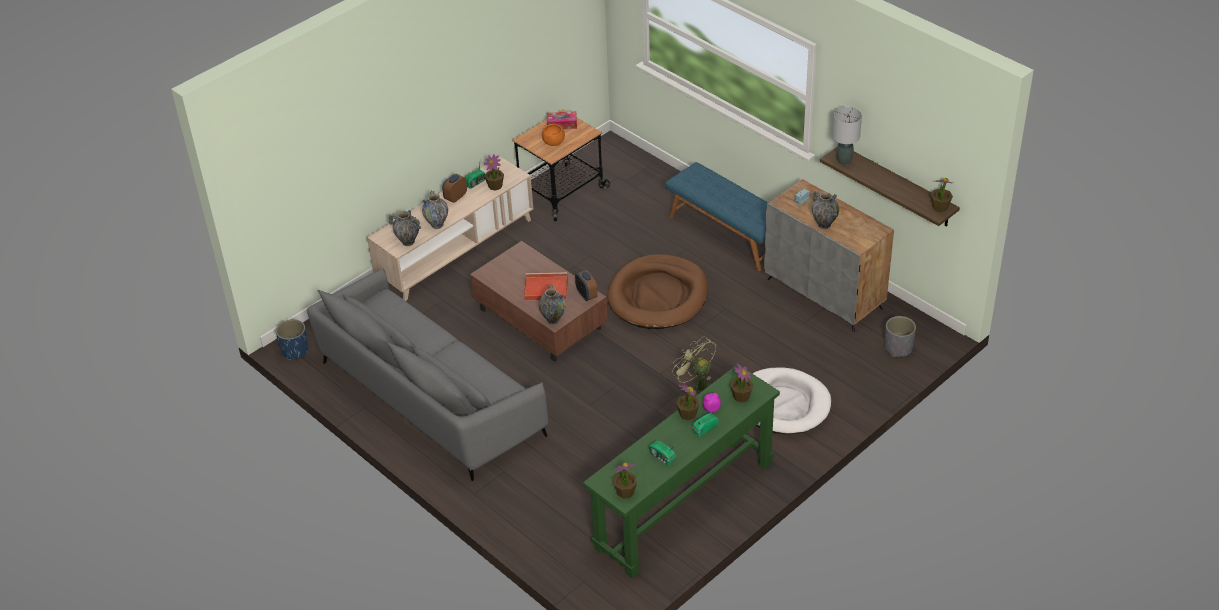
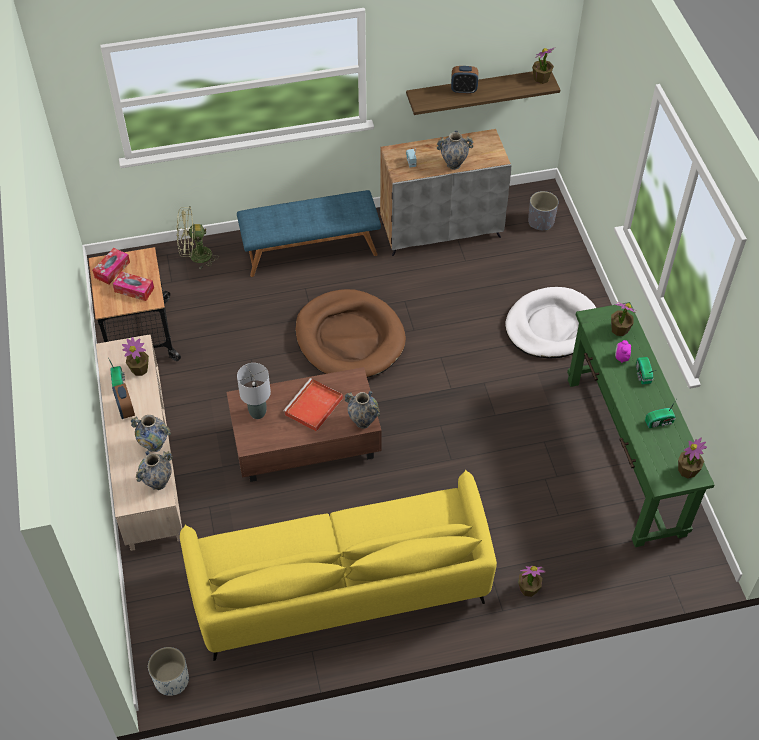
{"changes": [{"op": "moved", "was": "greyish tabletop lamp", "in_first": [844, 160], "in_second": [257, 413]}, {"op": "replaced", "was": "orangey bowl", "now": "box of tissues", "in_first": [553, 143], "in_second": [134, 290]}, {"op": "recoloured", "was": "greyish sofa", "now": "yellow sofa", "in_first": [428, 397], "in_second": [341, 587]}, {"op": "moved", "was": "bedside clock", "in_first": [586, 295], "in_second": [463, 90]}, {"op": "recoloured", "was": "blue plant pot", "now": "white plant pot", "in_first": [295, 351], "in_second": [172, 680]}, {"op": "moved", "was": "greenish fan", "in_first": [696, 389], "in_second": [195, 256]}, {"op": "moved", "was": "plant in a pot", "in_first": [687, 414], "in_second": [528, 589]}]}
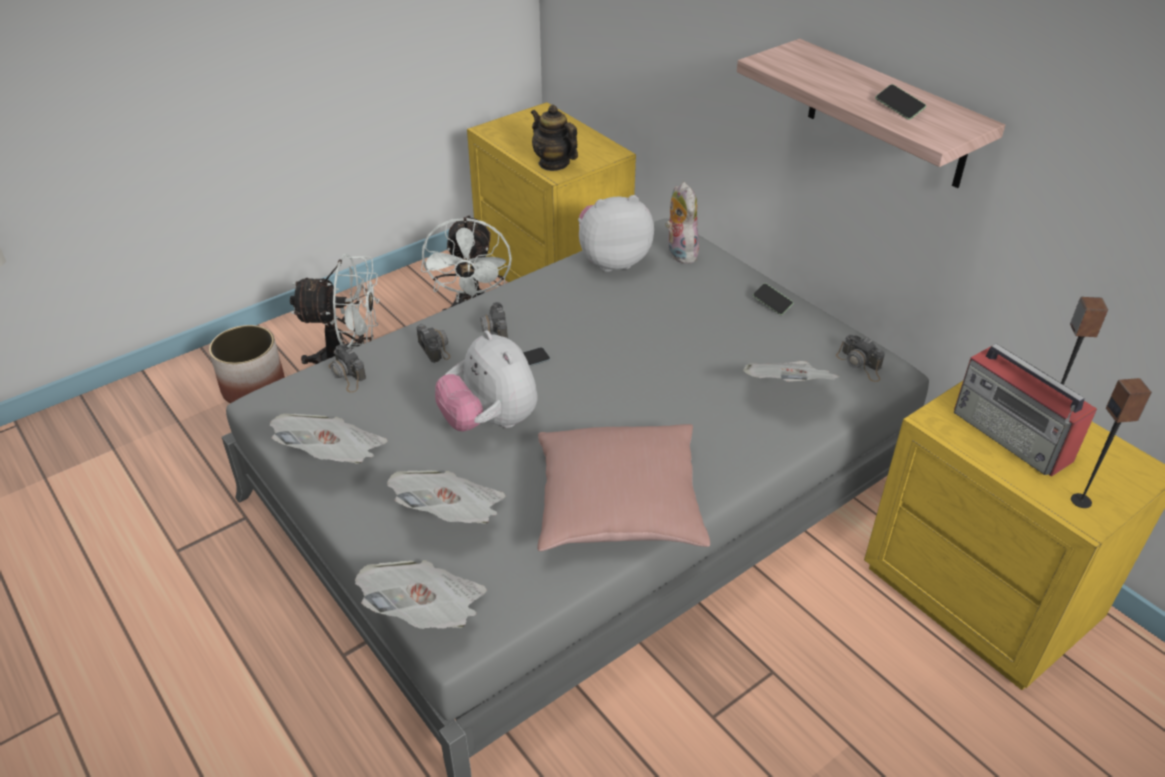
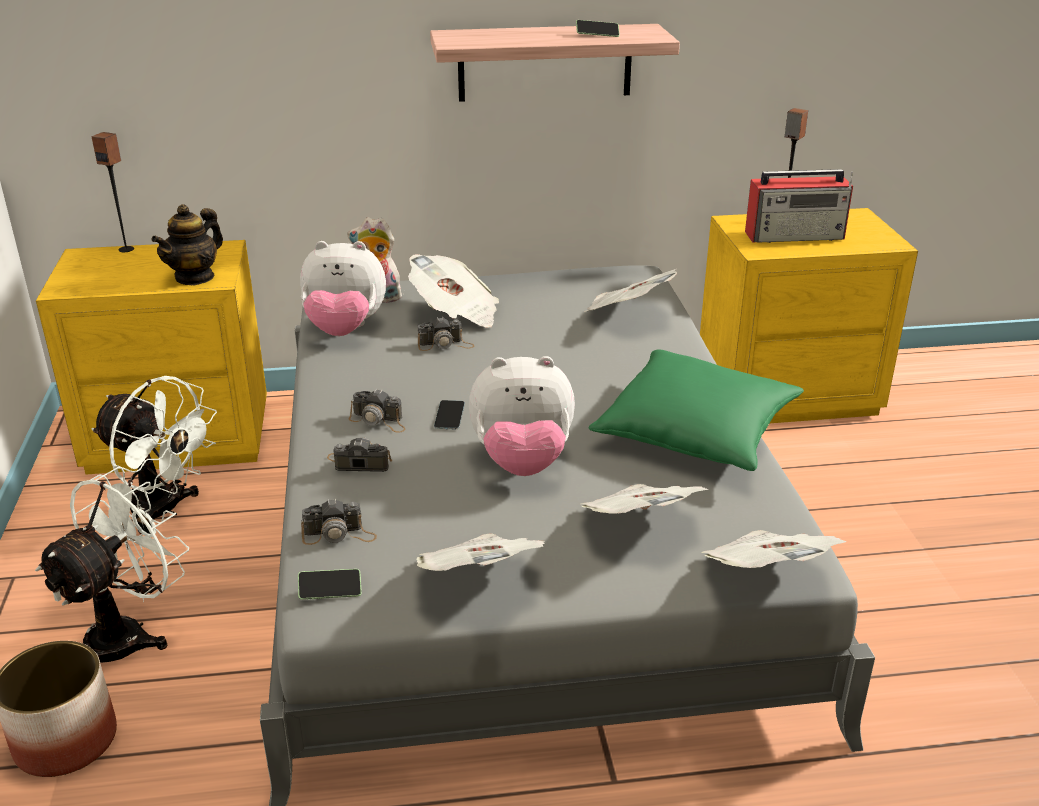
{"changes": [{"op": "turned", "was": "teapot", "in_first": [554, 163], "in_second": [195, 277], "clockwise": -45}, {"op": "turned", "was": "soft toy", "in_first": [612, 261], "in_second": [345, 330], "clockwise": -105}, {"op": "moved", "was": "telephone", "in_first": [772, 303], "in_second": [330, 591]}, {"op": "moved", "was": "photo camera", "in_first": [860, 364], "in_second": [445, 344]}, {"op": "moved", "was": "audio speaker", "in_first": [1081, 501], "in_second": [126, 249]}, {"op": "recoloured", "was": "pinkish cushion", "now": "greenish cushion", "in_first": [619, 505], "in_second": [696, 432]}, {"op": "added", "now": "printed paper", "in_second": [456, 313]}]}
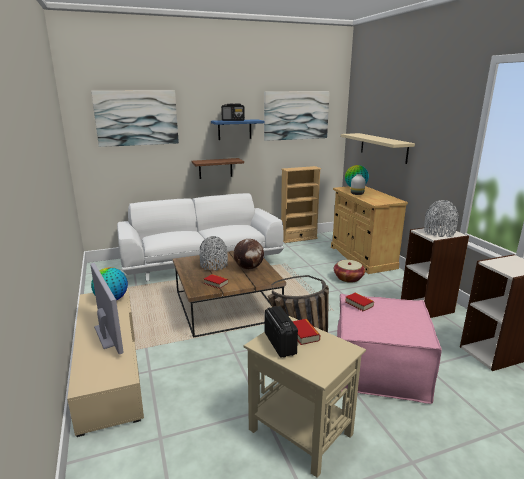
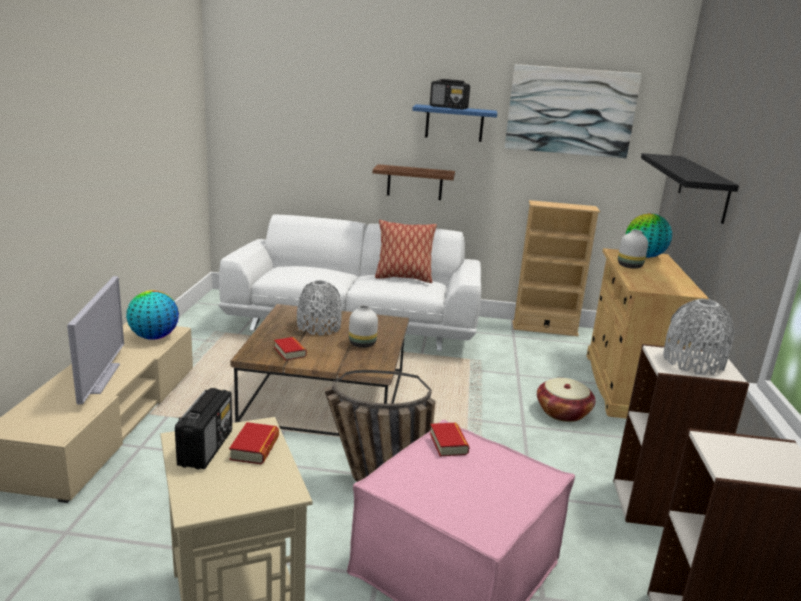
{"changes": [{"op": "removed", "was": "picture", "in_first": [137, 118]}, {"op": "recoloured", "was": "beige-coloured bracket shelf", "now": "black bracket shelf", "in_first": [383, 147], "in_second": [703, 188]}, {"op": "replaced", "was": "globe", "now": "white flower vase", "in_first": [249, 268], "in_second": [363, 344]}, {"op": "added", "now": "cushion", "in_second": [403, 278]}]}
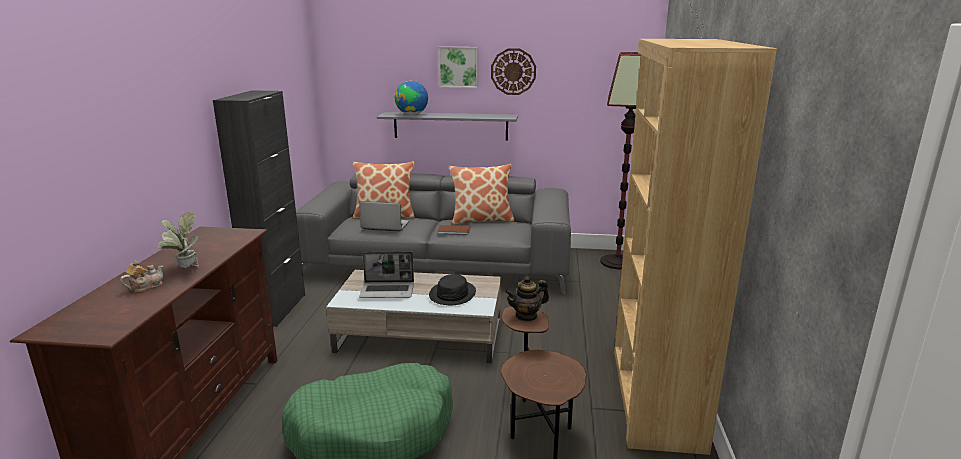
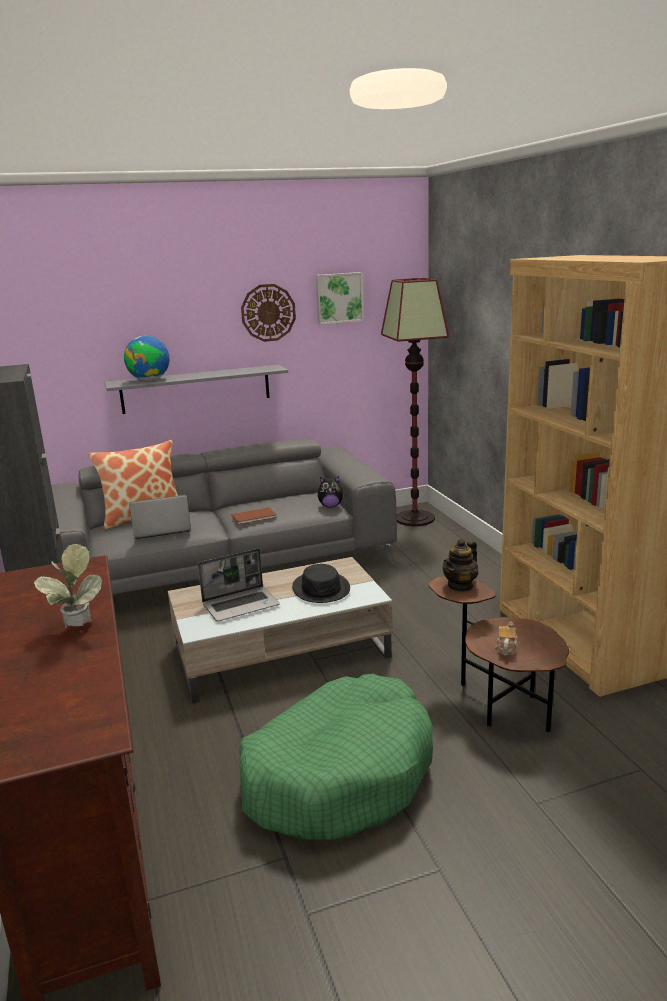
{"changes": [{"op": "moved", "was": "picture", "in_first": [458, 67], "in_second": [339, 298]}, {"op": "removed", "was": "cushion", "in_first": [481, 220]}, {"op": "moved", "was": "teapot", "in_first": [145, 287], "in_second": [506, 648]}, {"op": "added", "now": "soft toy", "in_second": [330, 506]}]}
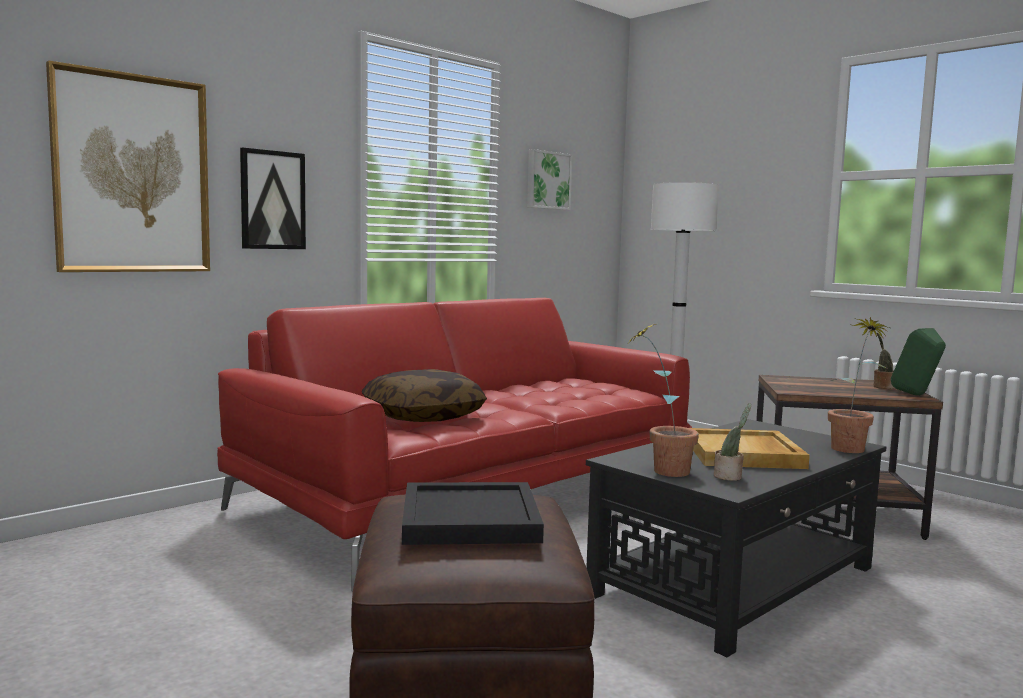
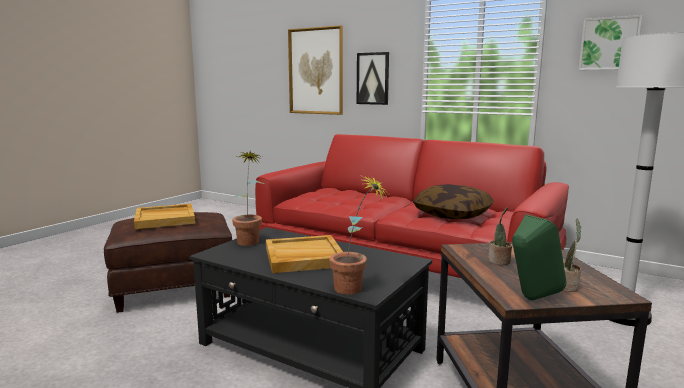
{"changes": [{"op": "moved", "was": "cushion", "in_first": [423, 416], "in_second": [452, 214]}, {"op": "moved", "was": "plant in a pot", "in_first": [729, 477], "in_second": [499, 262]}, {"op": "recoloured", "was": "black carrying tray", "now": "beige-coloured carrying tray", "in_first": [468, 519], "in_second": [165, 219]}]}
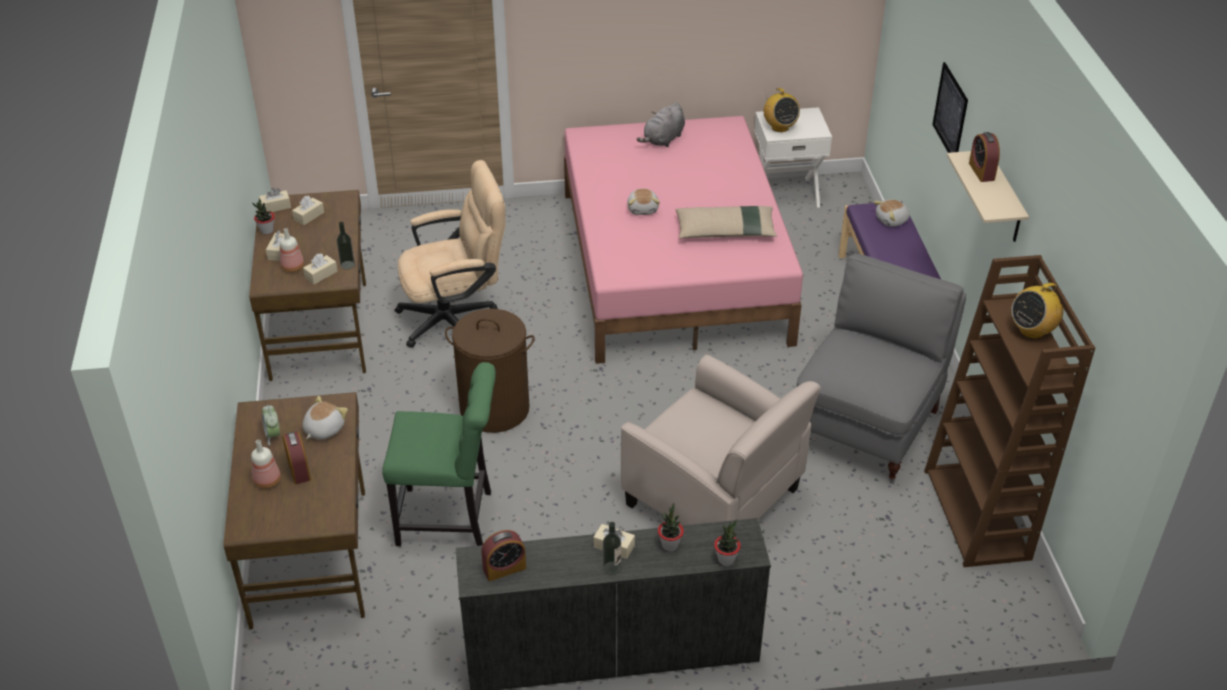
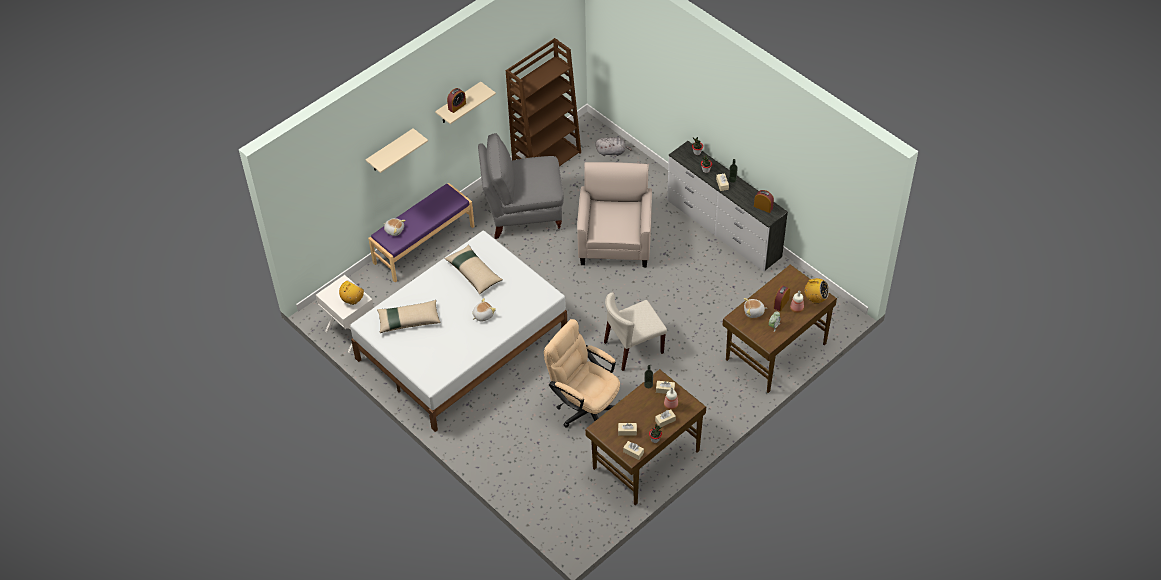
{"changes": [{"op": "replaced", "was": "picture", "now": "beige-coloured bracket shelf", "in_first": [950, 112], "in_second": [390, 151]}, {"op": "moved", "was": "greyish soft toy", "in_first": [663, 140], "in_second": [612, 152]}, {"op": "recoloured", "was": "pinkish bedroom bed", "now": "white bedroom bed", "in_first": [674, 266], "in_second": [461, 344]}, {"op": "moved", "was": "radio set", "in_first": [1032, 331], "in_second": [815, 299]}, {"op": "replaced", "was": "brown laundry basket", "now": "beige-coloured upright chair", "in_first": [495, 409], "in_second": [633, 348]}, {"op": "removed", "was": "greenish upright chair", "in_first": [450, 519]}, {"op": "added", "now": "beige-coloured cushion", "in_second": [408, 320]}]}
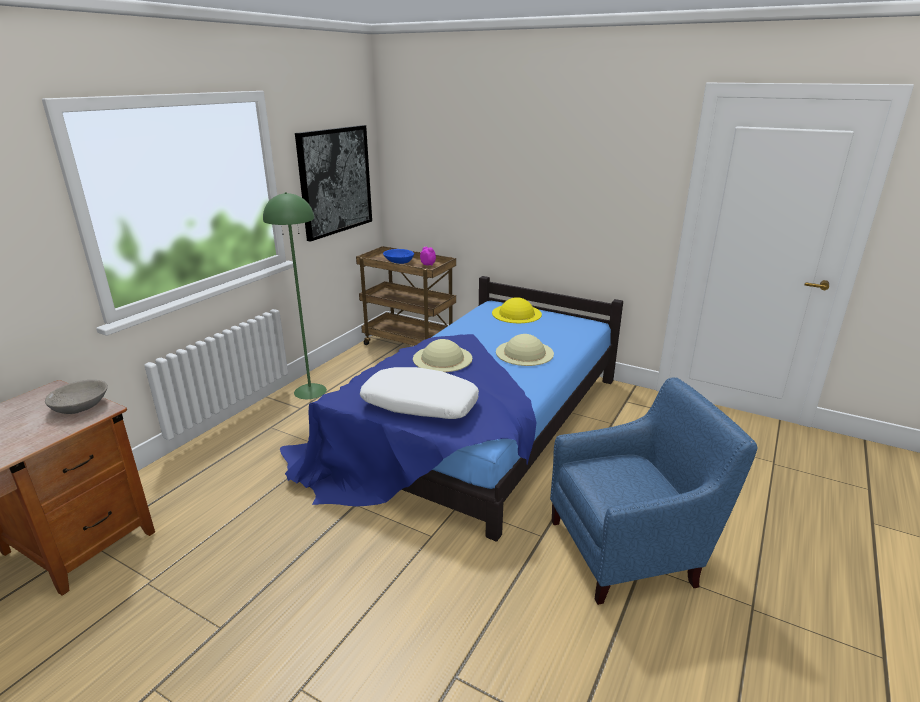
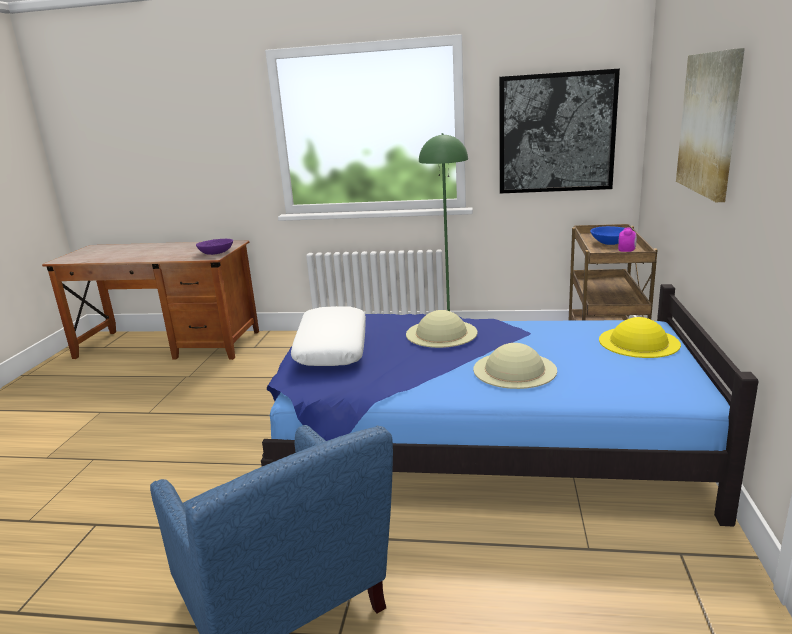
{"changes": [{"op": "recoloured", "was": "greyish bowl", "now": "purple bowl", "in_first": [81, 406], "in_second": [216, 252]}, {"op": "added", "now": "picture", "in_second": [709, 123]}]}
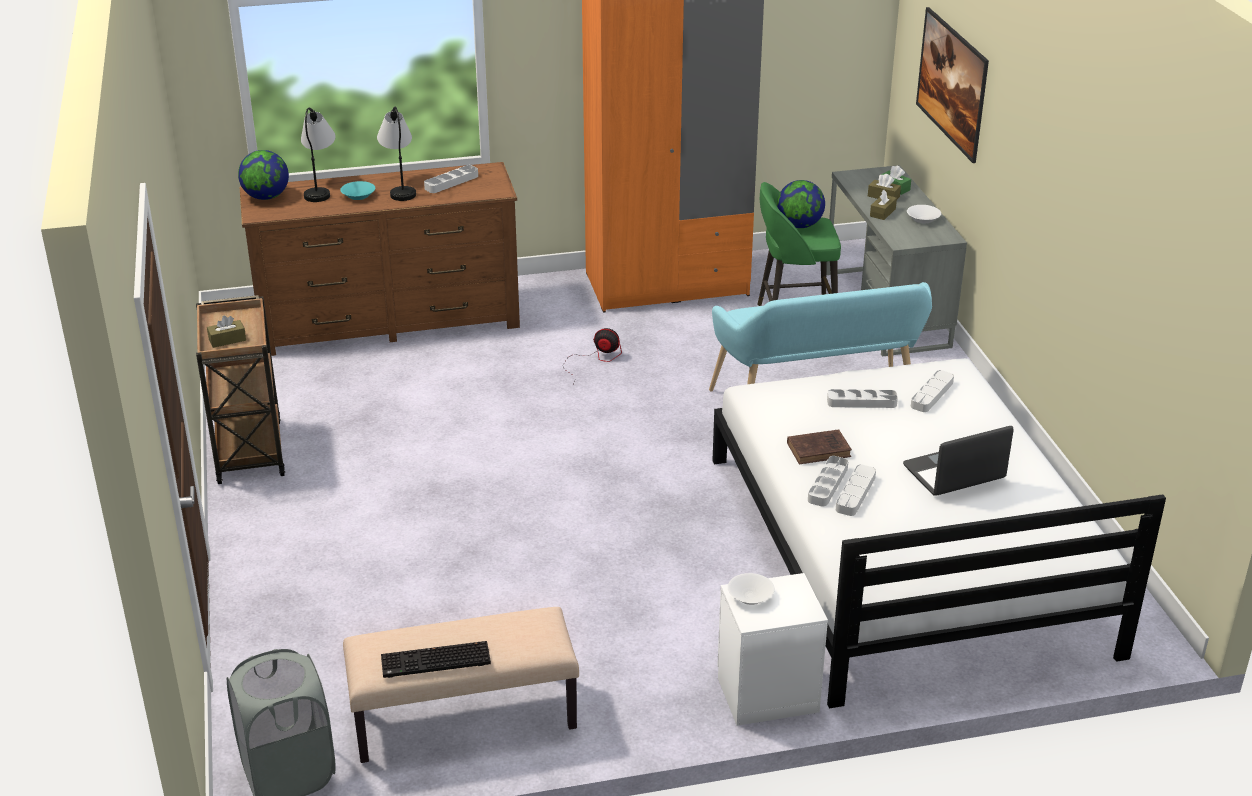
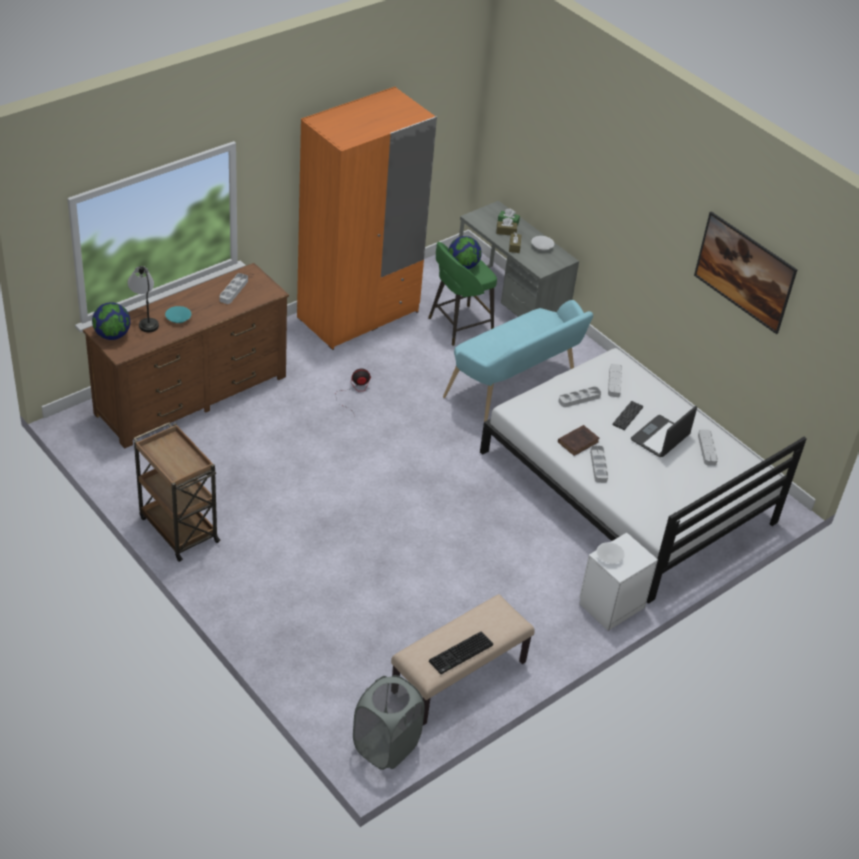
{"changes": [{"op": "moved", "was": "picture", "in_first": [949, 108], "in_second": [740, 288]}, {"op": "removed", "was": "tabletop lamp", "in_first": [400, 187]}, {"op": "removed", "was": "brown box of tissues", "in_first": [227, 340]}, {"op": "moved", "was": "greyish carrying tray", "in_first": [855, 493], "in_second": [707, 449]}, {"op": "added", "now": "computer keyboard", "in_second": [627, 416]}]}
